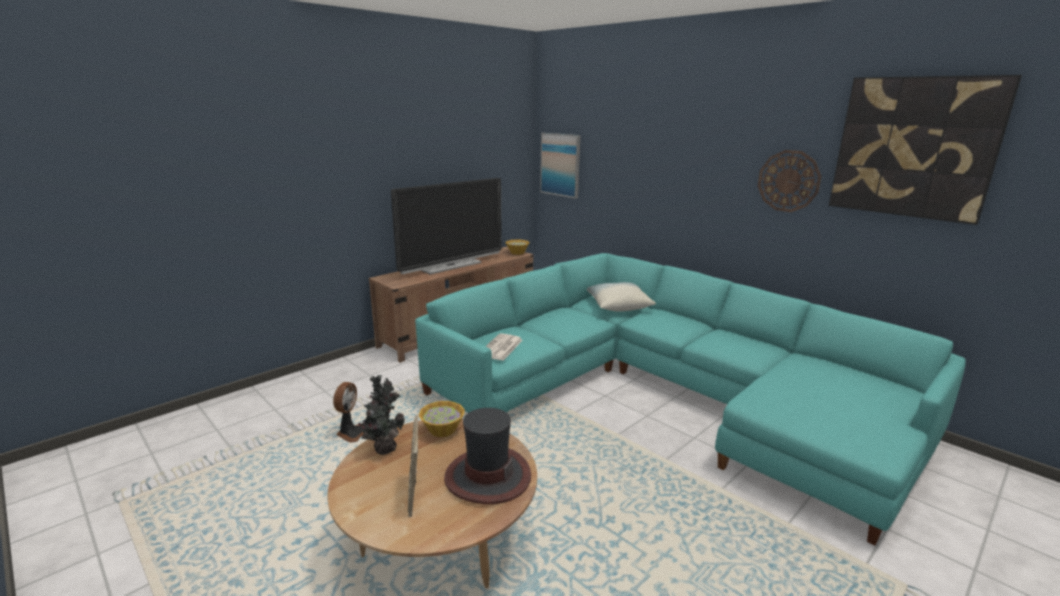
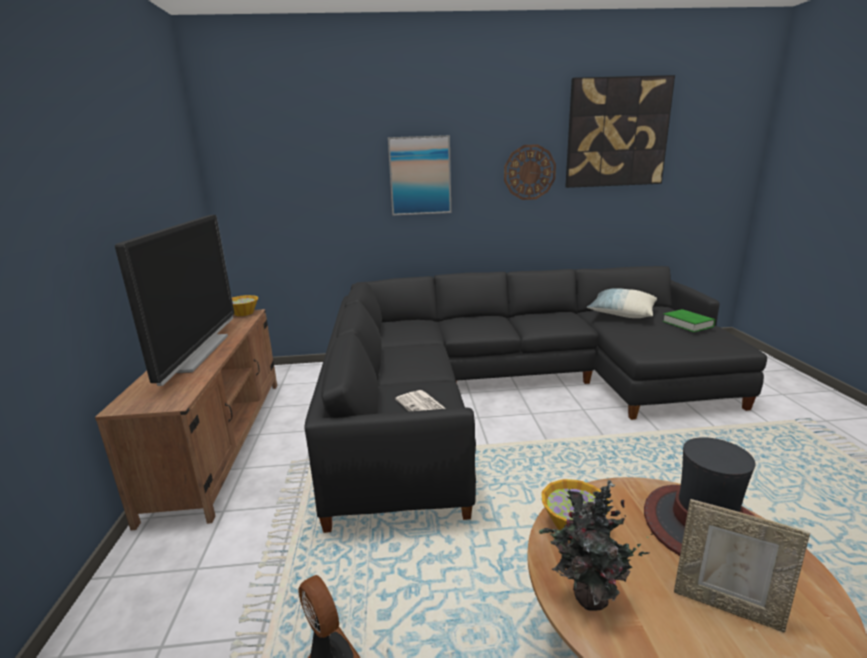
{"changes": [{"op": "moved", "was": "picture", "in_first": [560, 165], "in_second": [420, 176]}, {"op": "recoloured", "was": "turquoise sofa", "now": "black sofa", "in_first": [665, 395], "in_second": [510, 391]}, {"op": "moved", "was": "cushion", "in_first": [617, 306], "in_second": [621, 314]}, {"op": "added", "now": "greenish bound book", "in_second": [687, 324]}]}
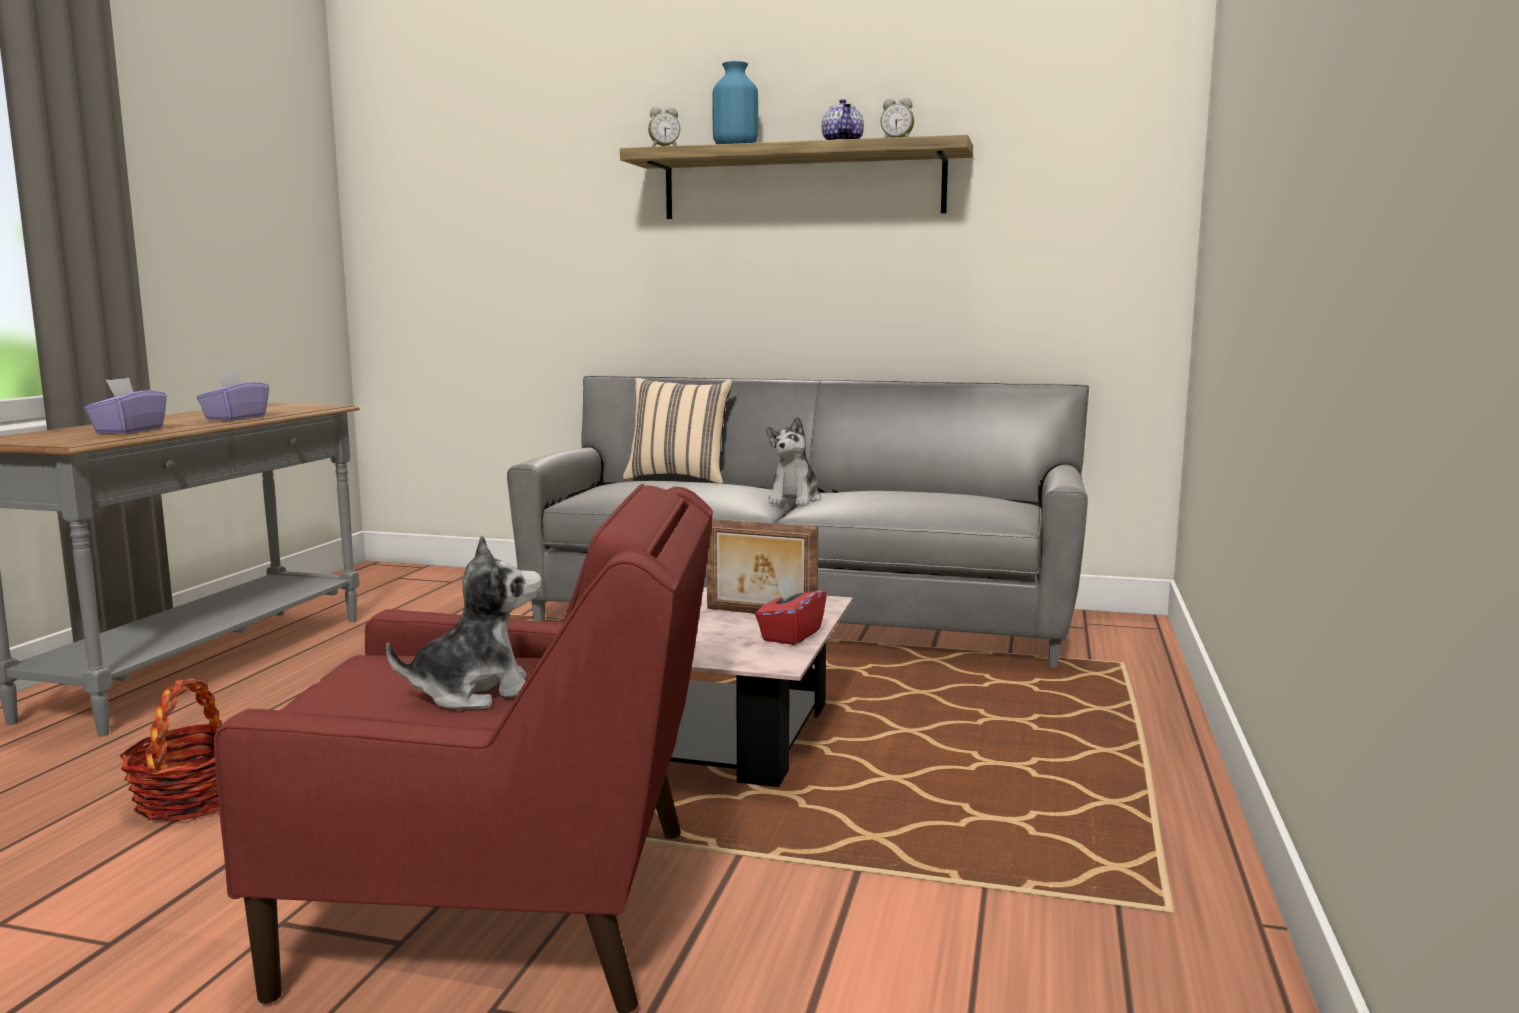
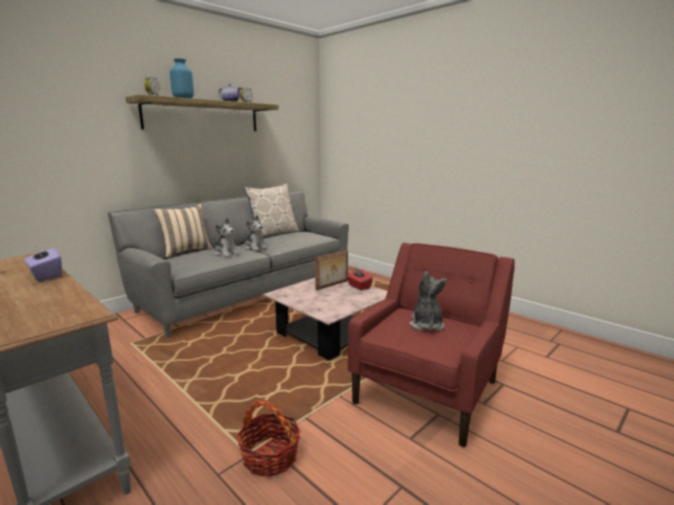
{"changes": [{"op": "removed", "was": "purple box of tissues", "in_first": [129, 431]}, {"op": "added", "now": "cushion", "in_second": [273, 234]}, {"op": "added", "now": "soft toy", "in_second": [225, 253]}]}
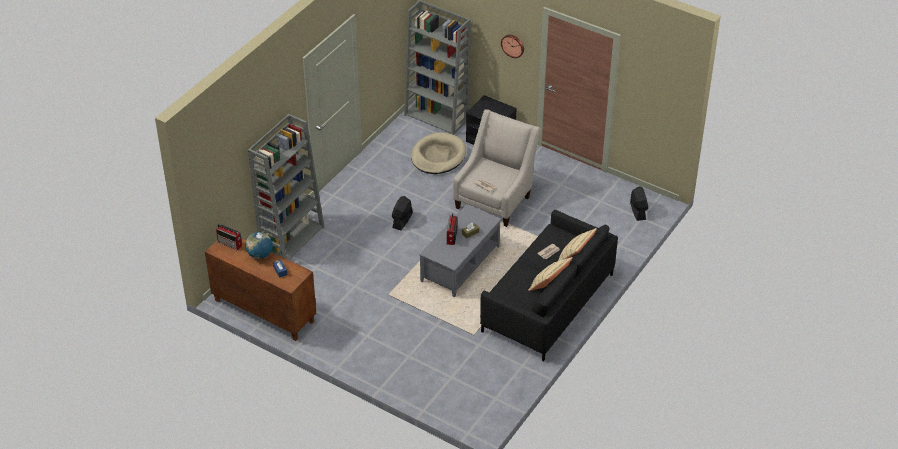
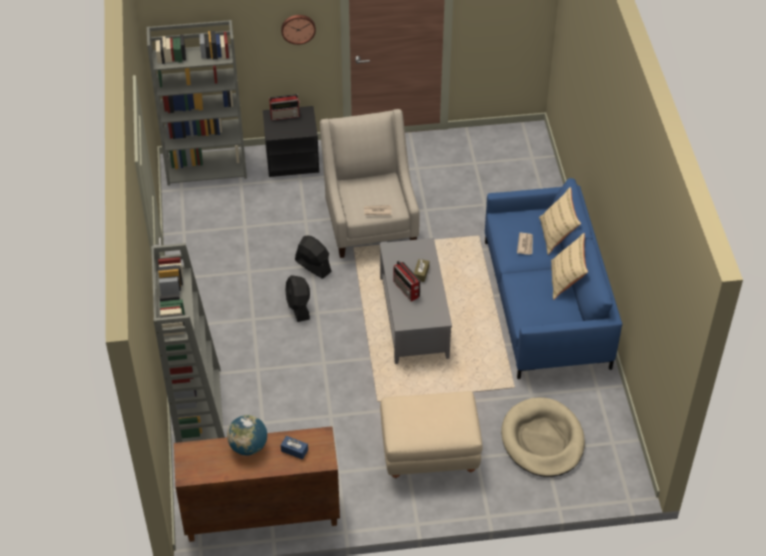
{"changes": [{"op": "moved", "was": "beige-coloured dog bed", "in_first": [438, 156], "in_second": [542, 440]}, {"op": "moved", "was": "black fan", "in_first": [638, 211], "in_second": [313, 266]}, {"op": "recoloured", "was": "black sofa", "now": "blue sofa", "in_first": [547, 302], "in_second": [545, 303]}, {"op": "moved", "was": "radio set", "in_first": [230, 244], "in_second": [285, 115]}, {"op": "added", "now": "beige-coloured footrest", "in_second": [429, 455]}]}
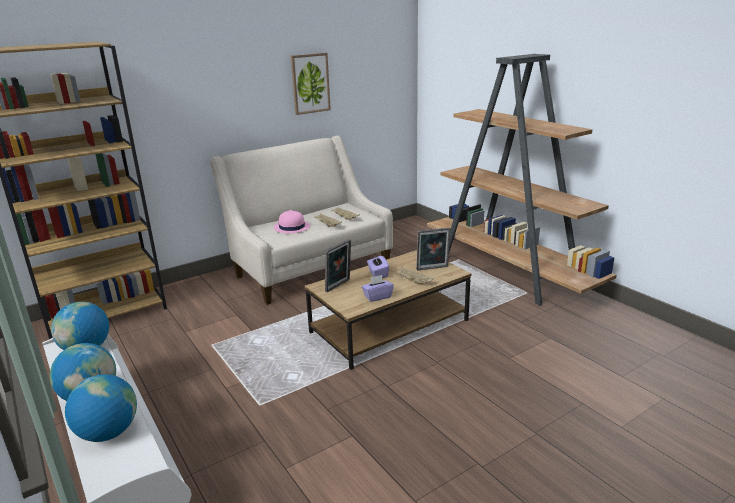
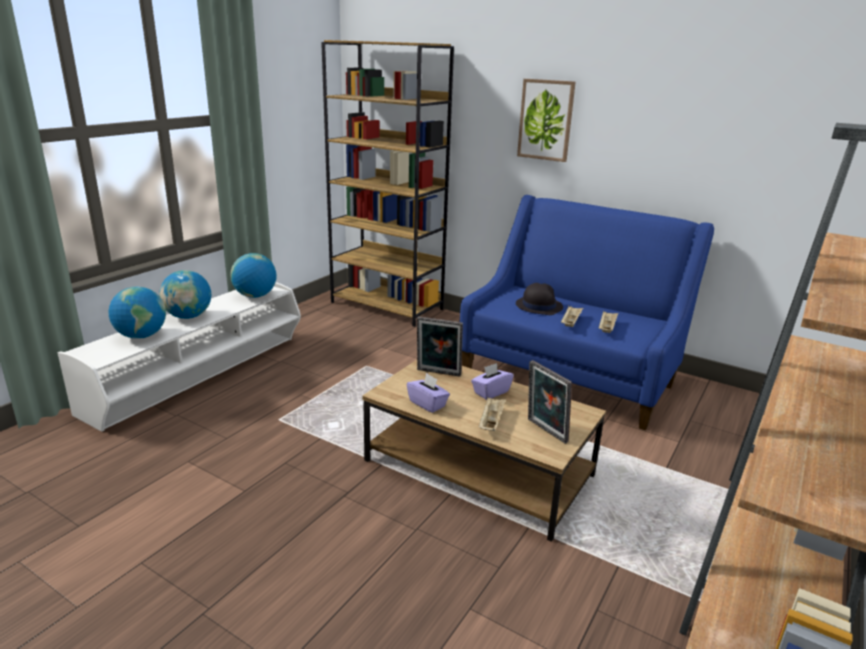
{"changes": [{"op": "moved", "was": "picture", "in_first": [310, 83], "in_second": [546, 120]}, {"op": "recoloured", "was": "beige-coloured sofa", "now": "blue sofa", "in_first": [309, 268], "in_second": [570, 374]}, {"op": "recoloured", "was": "pinkish wearable hat", "now": "black wearable hat", "in_first": [291, 227], "in_second": [538, 306]}]}
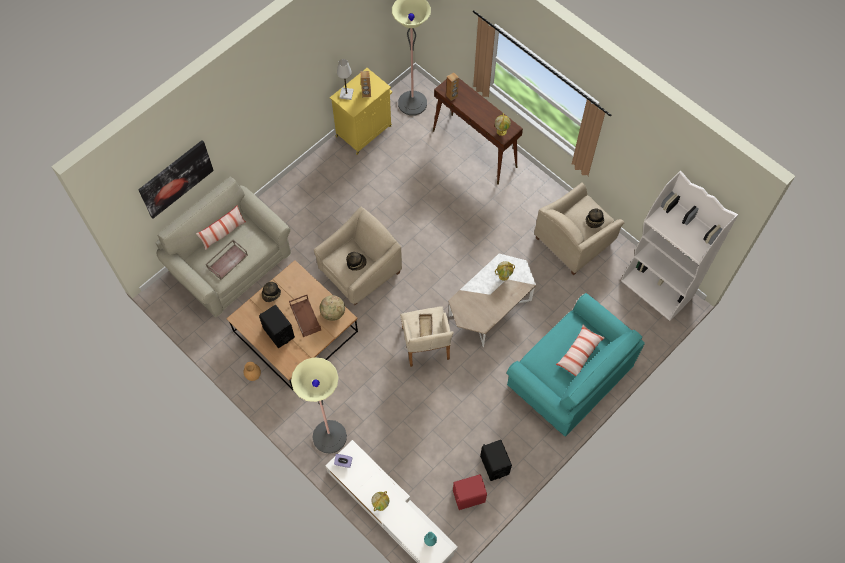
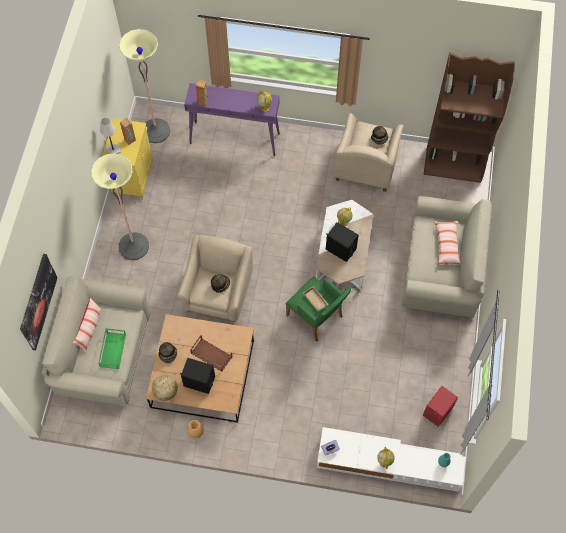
{"changes": [{"op": "recoloured", "was": "brown narrow table", "now": "purple narrow table", "in_first": [475, 149], "in_second": [235, 138]}, {"op": "recoloured", "was": "white bookcase", "now": "brown bookcase", "in_first": [657, 289], "in_second": [454, 164]}, {"op": "recoloured", "was": "brown carrying tray", "now": "greenish carrying tray", "in_first": [227, 261], "in_second": [112, 350]}, {"op": "recoloured", "was": "turquoise sofa", "now": "beige-coloured sofa", "in_first": [569, 376], "in_second": [441, 270]}, {"op": "moved", "was": "globe", "in_first": [333, 313], "in_second": [166, 392]}, {"op": "recoloured", "was": "beige-coloured easy chair", "now": "greenish easy chair", "in_first": [426, 346], "in_second": [317, 318]}, {"op": "moved", "was": "standard lamp", "in_first": [329, 437], "in_second": [133, 246]}, {"op": "moved", "was": "black audio speaker", "in_first": [494, 465], "in_second": [340, 249]}]}
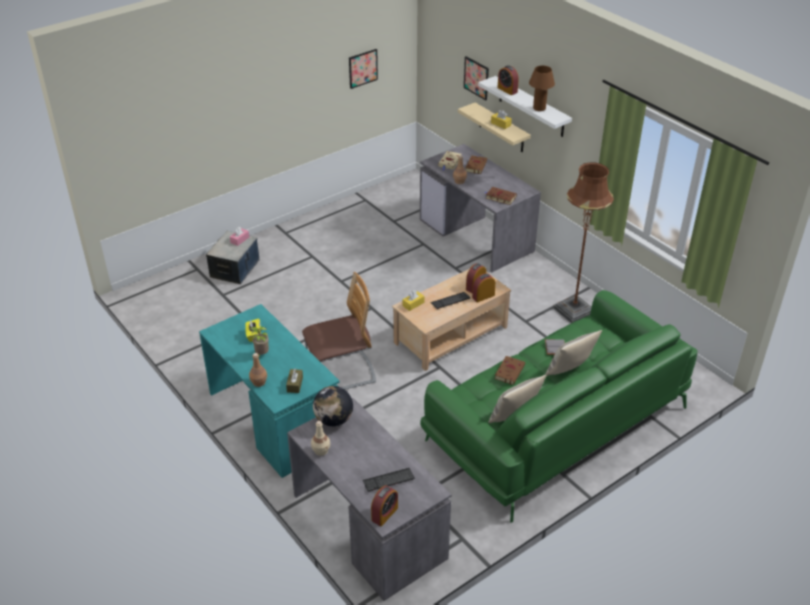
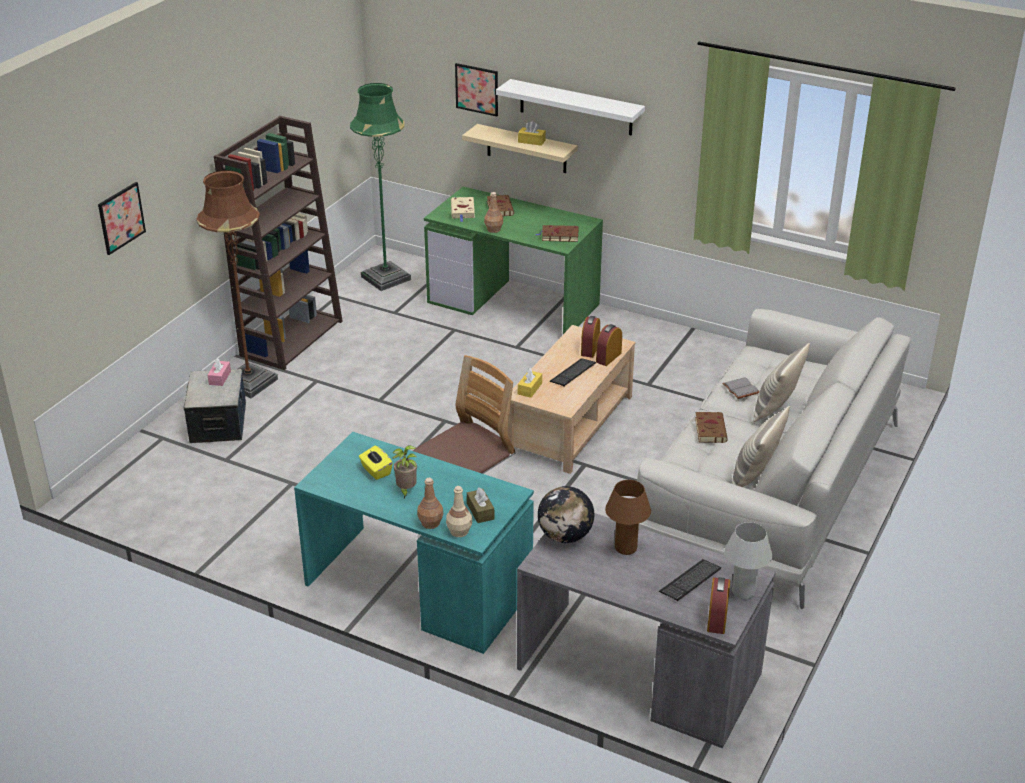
{"changes": [{"op": "moved", "was": "picture", "in_first": [363, 68], "in_second": [121, 218]}, {"op": "removed", "was": "bedside clock", "in_first": [507, 90]}, {"op": "moved", "was": "brown tabletop lamp", "in_first": [539, 108], "in_second": [625, 548]}, {"op": "recoloured", "was": "greyish desk", "now": "greenish desk", "in_first": [477, 235], "in_second": [514, 303]}, {"op": "moved", "was": "brown standard lamp", "in_first": [574, 311], "in_second": [249, 382]}, {"op": "recoloured", "was": "greenish sofa", "now": "white sofa", "in_first": [555, 424], "in_second": [769, 487]}, {"op": "moved", "was": "beige-coloured bottle", "in_first": [321, 450], "in_second": [459, 531]}, {"op": "added", "now": "greenish standard lamp", "in_second": [386, 278]}, {"op": "added", "now": "brown bookcase", "in_second": [291, 337]}, {"op": "added", "now": "white tabletop lamp", "in_second": [743, 592]}]}
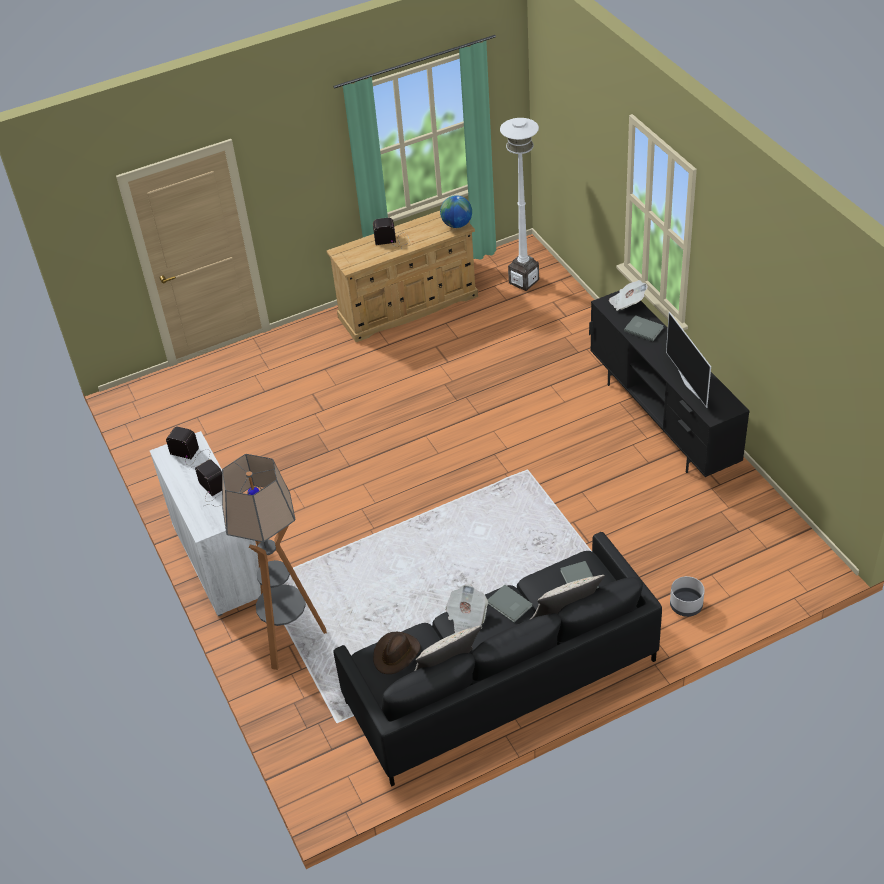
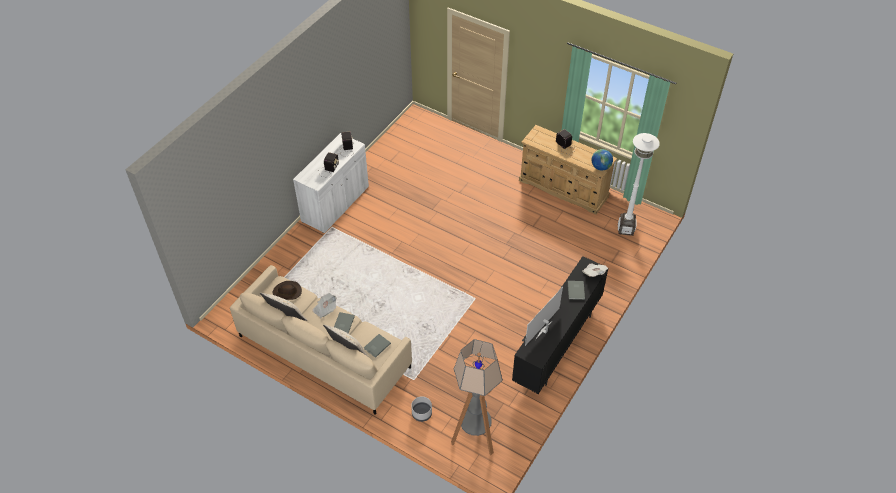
{"changes": [{"op": "moved", "was": "standard lamp", "in_first": [288, 638], "in_second": [475, 438]}, {"op": "recoloured", "was": "black sofa", "now": "beige-coloured sofa", "in_first": [500, 680], "in_second": [324, 351]}]}
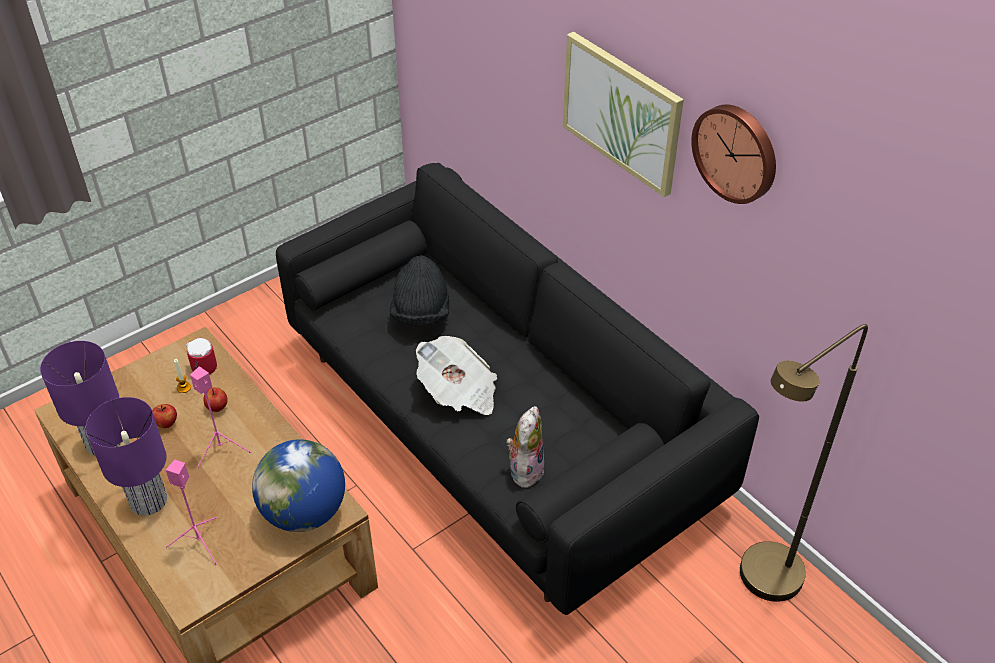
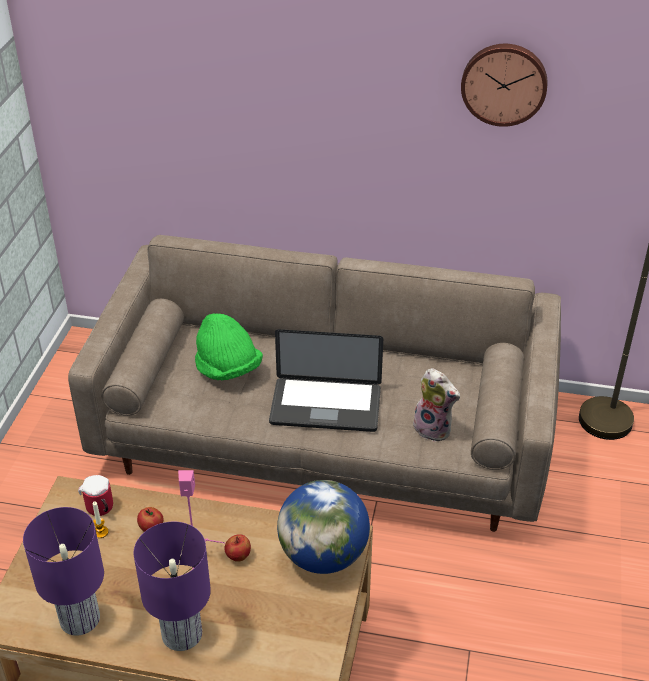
{"changes": [{"op": "removed", "was": "picture", "in_first": [622, 112]}, {"op": "recoloured", "was": "black sofa", "now": "beige-coloured sofa", "in_first": [498, 424], "in_second": [325, 436]}, {"op": "recoloured", "was": "black wearable hat", "now": "greenish wearable hat", "in_first": [421, 313], "in_second": [228, 369]}, {"op": "replaced", "was": "printed paper", "now": "portable computer", "in_first": [459, 392], "in_second": [325, 406]}, {"op": "moved", "was": "apple", "in_first": [167, 423], "in_second": [238, 556]}, {"op": "turned", "was": "soft toy", "in_first": [525, 469], "in_second": [434, 429], "clockwise": 150}, {"op": "removed", "was": "pinkish audio speaker", "in_first": [200, 543]}]}
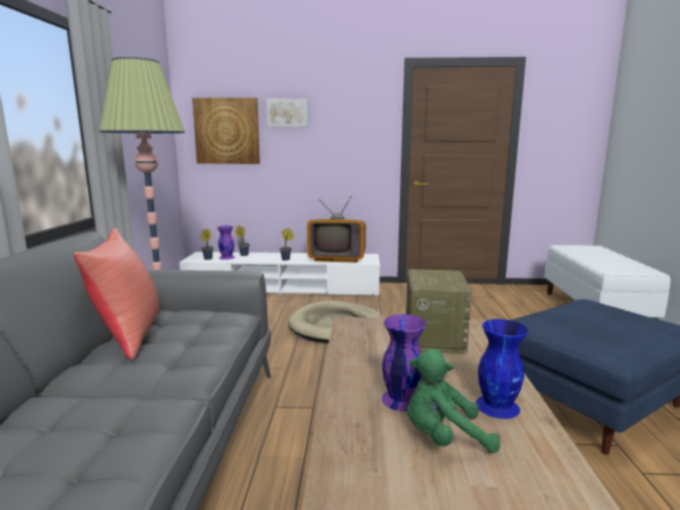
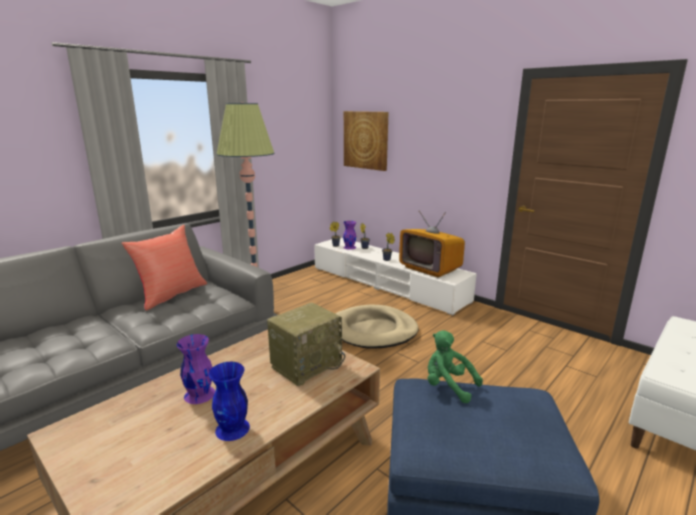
{"changes": [{"op": "removed", "was": "picture", "in_first": [287, 113]}, {"op": "moved", "was": "greenish soft toy", "in_first": [444, 438], "in_second": [448, 386]}]}
